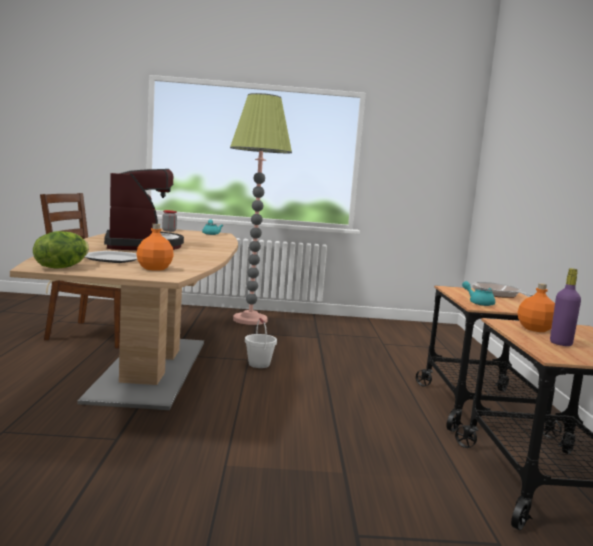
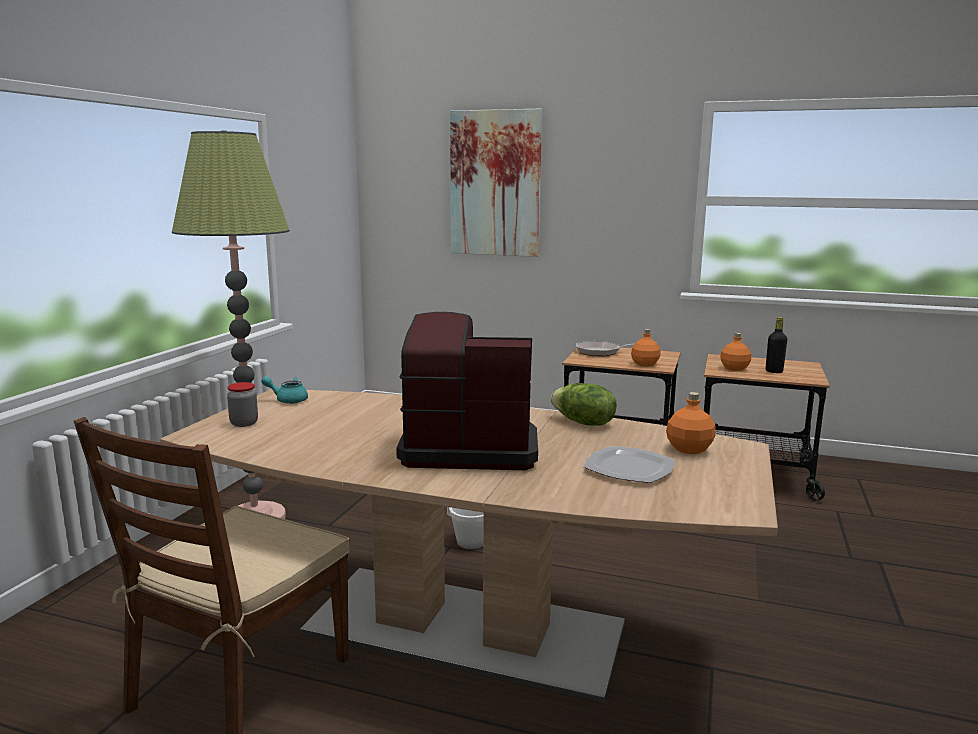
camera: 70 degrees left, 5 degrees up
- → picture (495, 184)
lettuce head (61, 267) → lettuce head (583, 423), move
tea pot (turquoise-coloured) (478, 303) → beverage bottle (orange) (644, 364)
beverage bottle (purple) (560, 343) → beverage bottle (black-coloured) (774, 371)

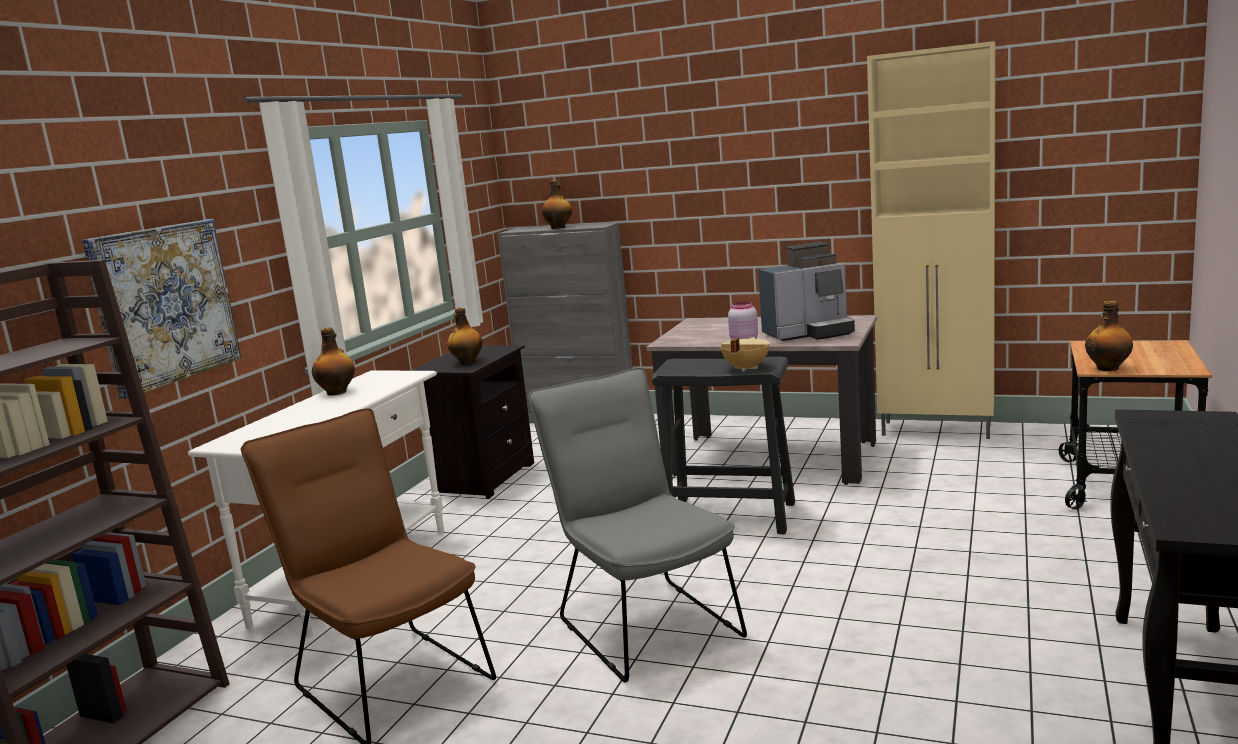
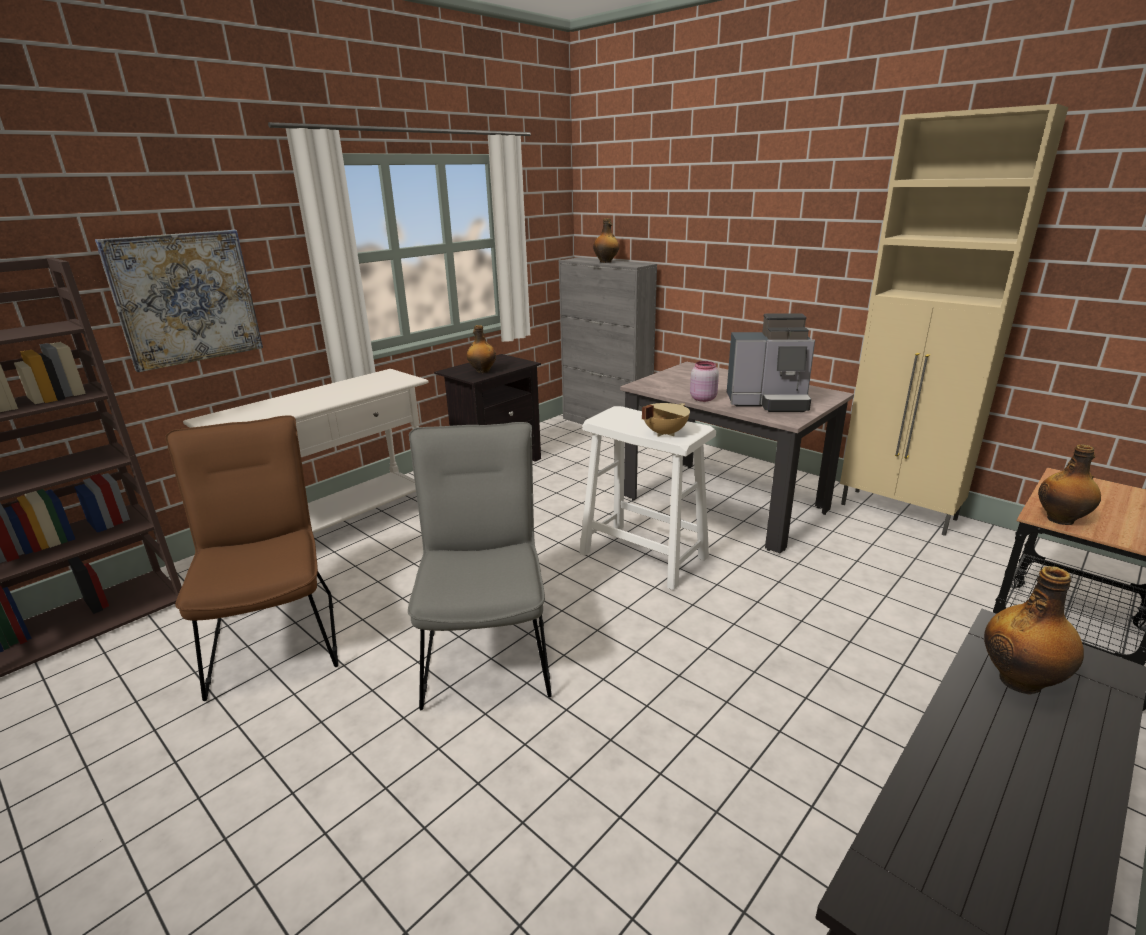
camera: 20 degrees right, 10 degrees up
beverage bottle (337, 392) → beverage bottle (1021, 680), move
stool seat (black-coloured) (729, 515) → stool seat (whitish) (643, 555)

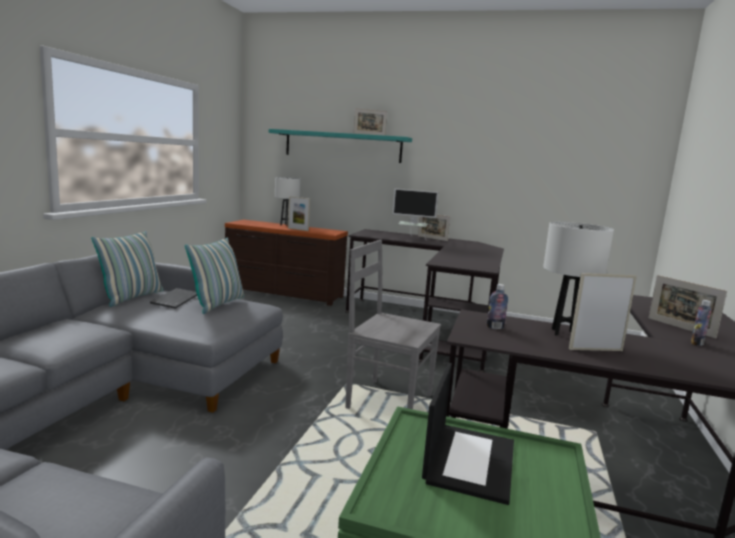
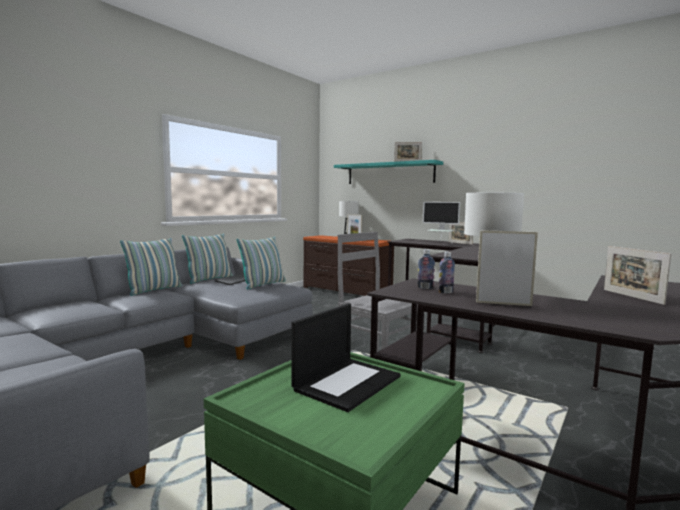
camera: 20 degrees right, 5 degrees down
- → throw pillow (154, 290)
beverage bottle (697, 343) → beverage bottle (445, 292), move

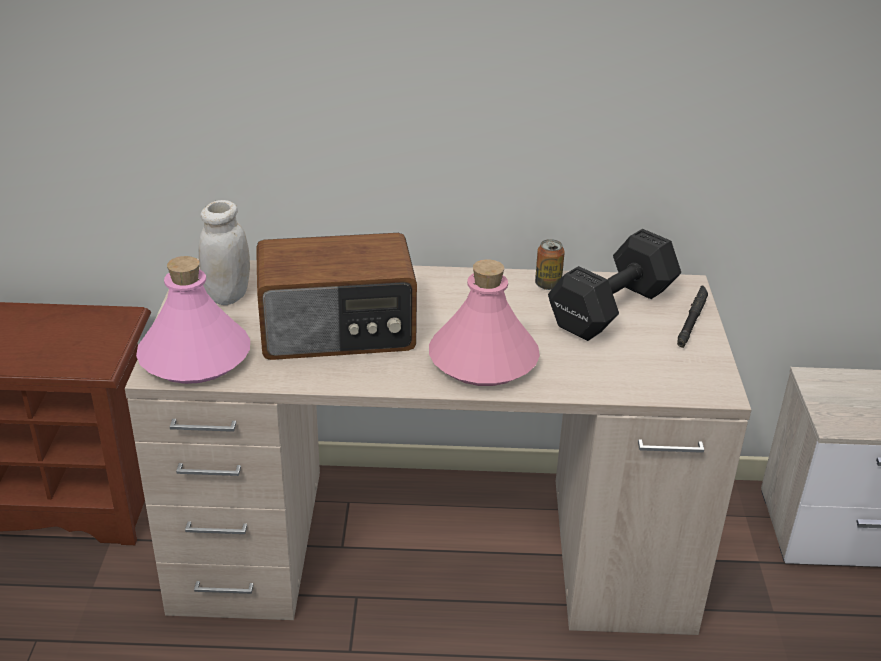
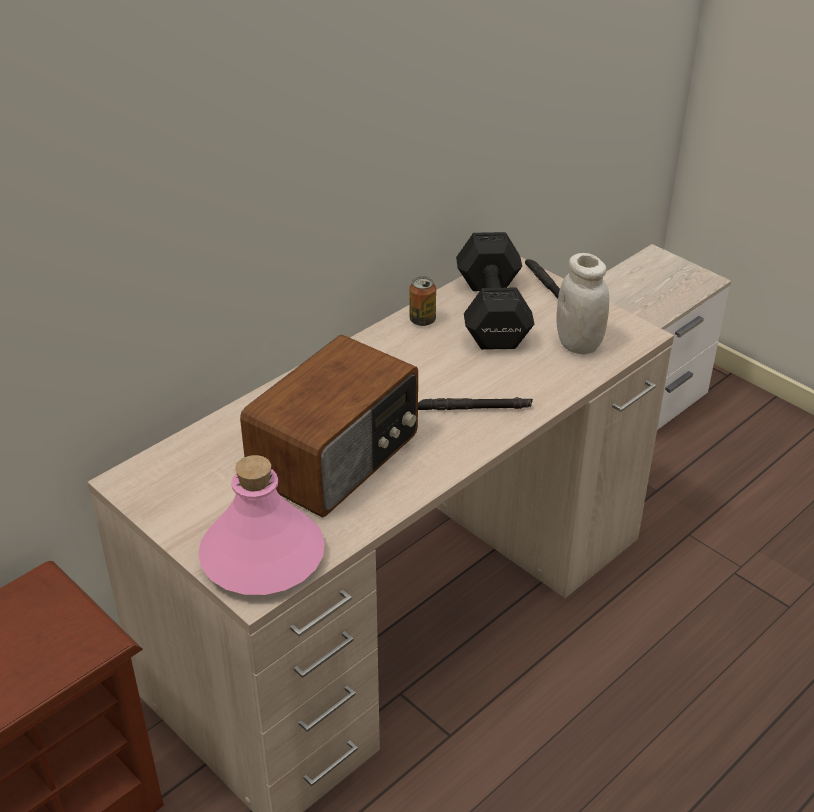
camera: 45 degrees left, 5 degrees up
storage jar (whitish) (228, 295) → storage jar (whitish) (578, 344), move
beverage bottle (pink) (483, 359) → torch (black-coloured) (473, 408)

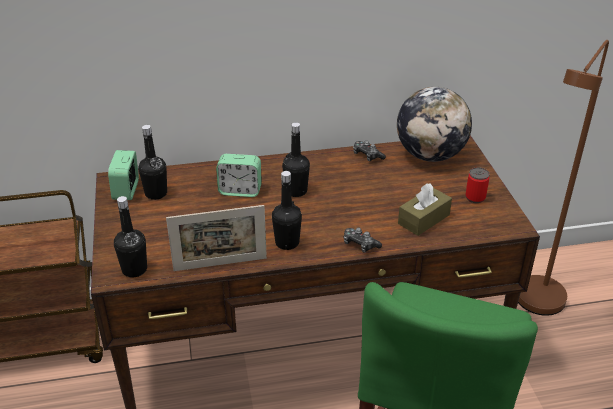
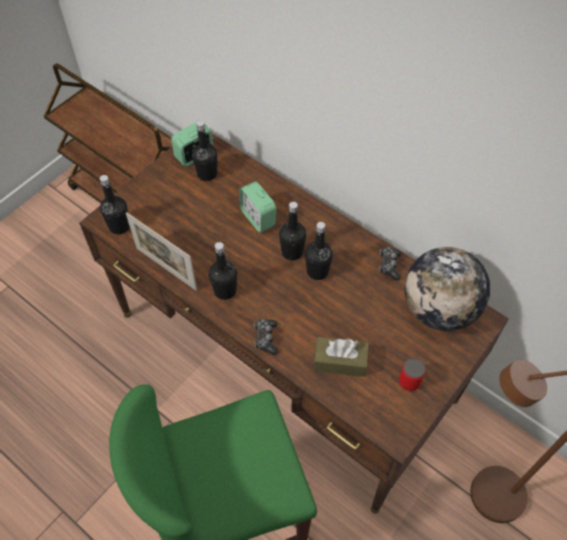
camera: 50 degrees right, 20 degrees up
- → beverage bottle (black-coloured) (317, 271)

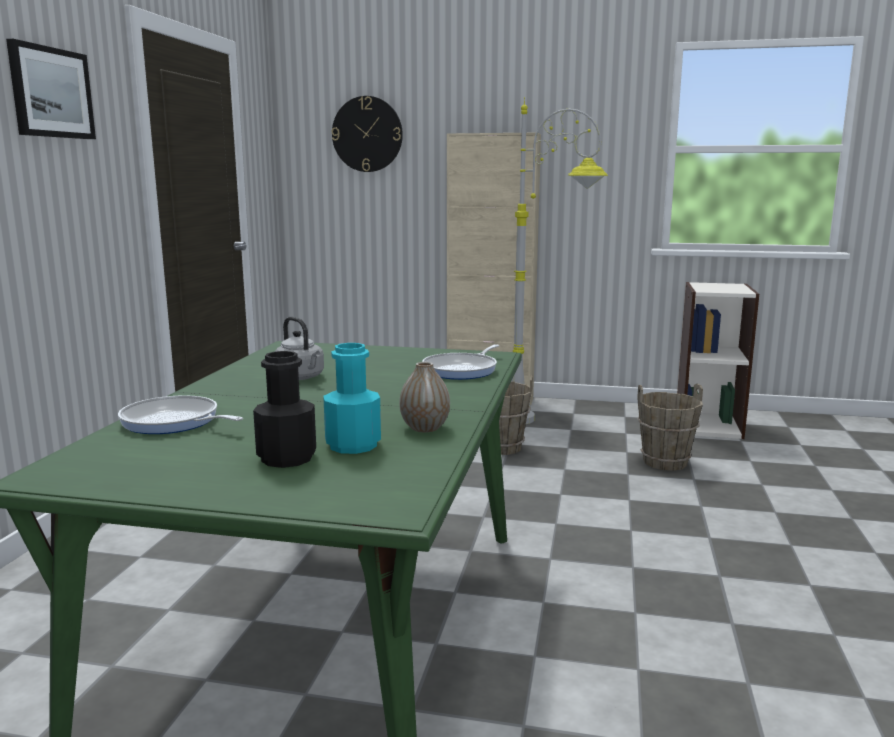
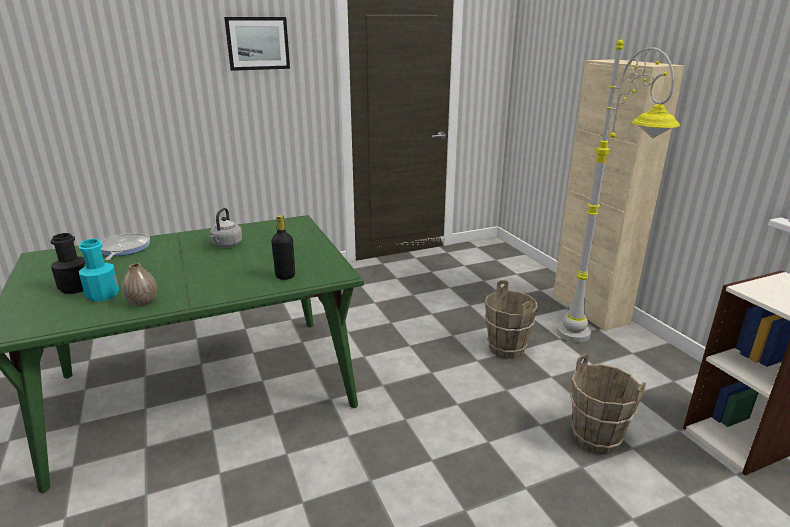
camera: 55 degrees right, 10 degrees up
wall clock (367, 134) → -
frying pan (462, 370) → beverage bottle (black-coloured) (285, 276)

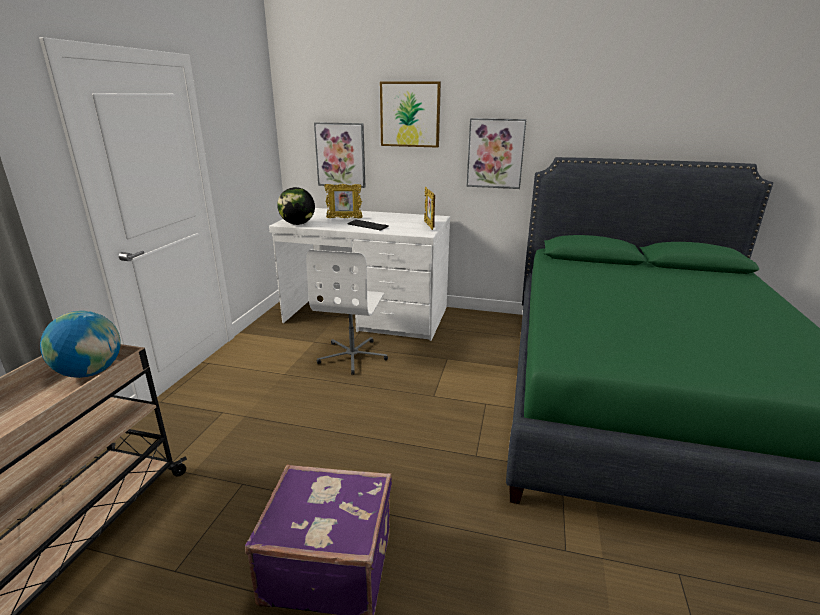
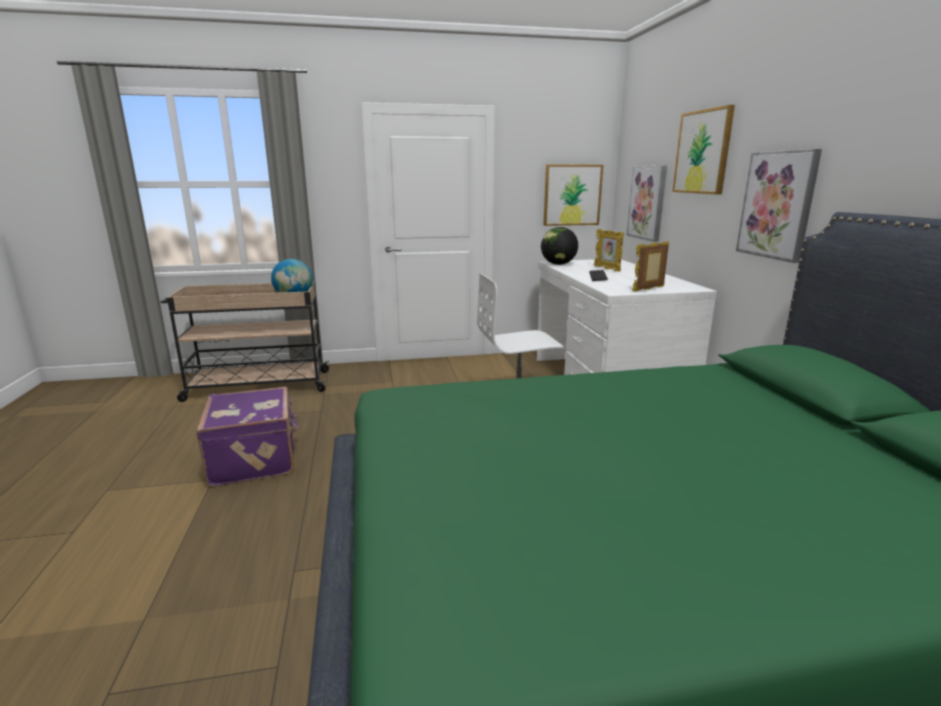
camera: 65 degrees right, 5 degrees down
- → picture (572, 195)

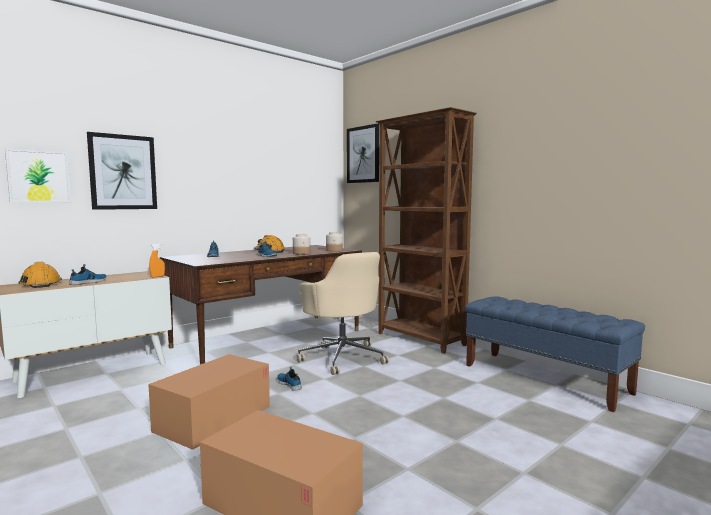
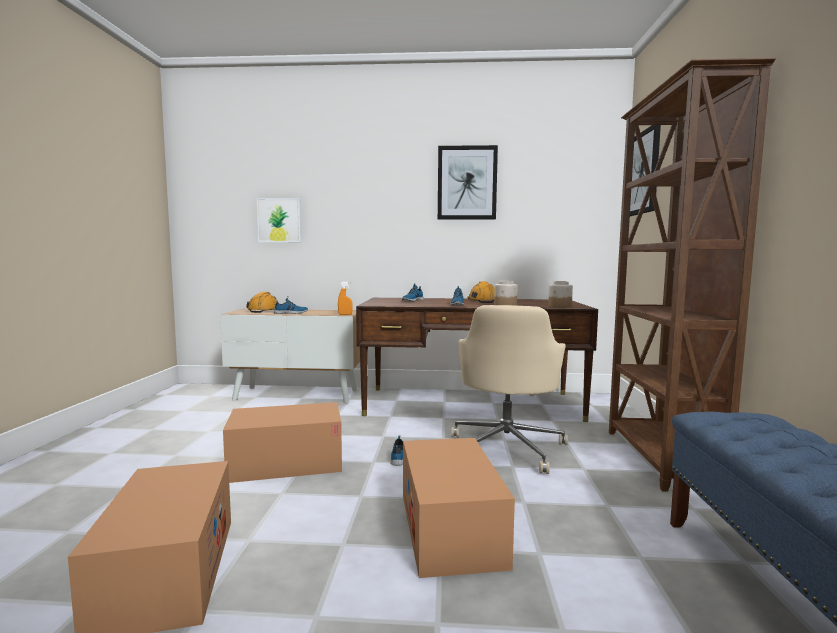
camera: 45 degrees right, 0 degrees up
- → cardboard box (450, 528)
picture (123, 172) → picture (467, 183), move

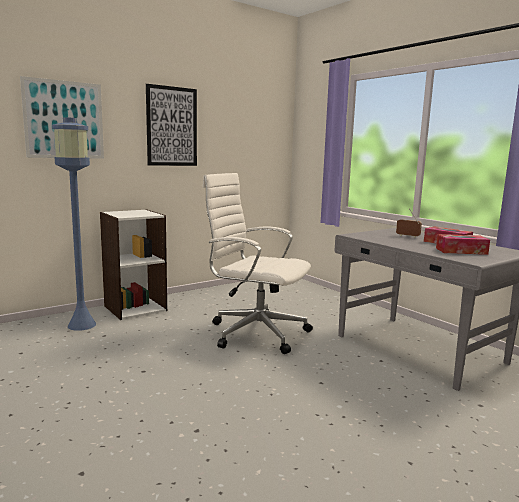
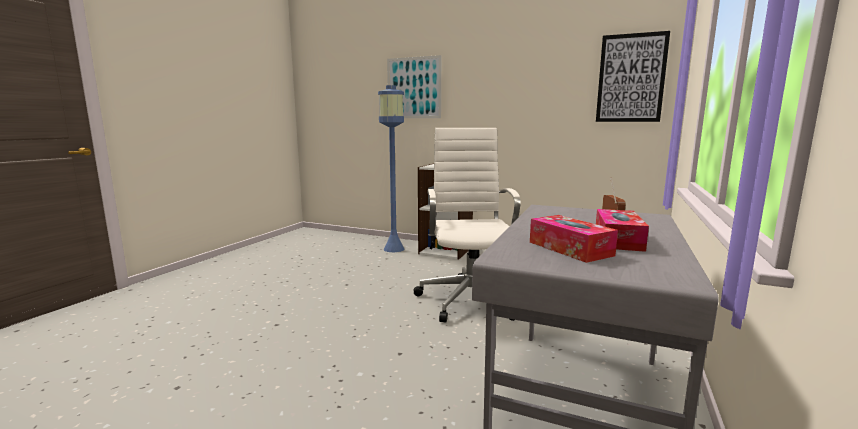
camera: 60 degrees right, 0 degrees up
picture (172, 126) → picture (631, 78), move

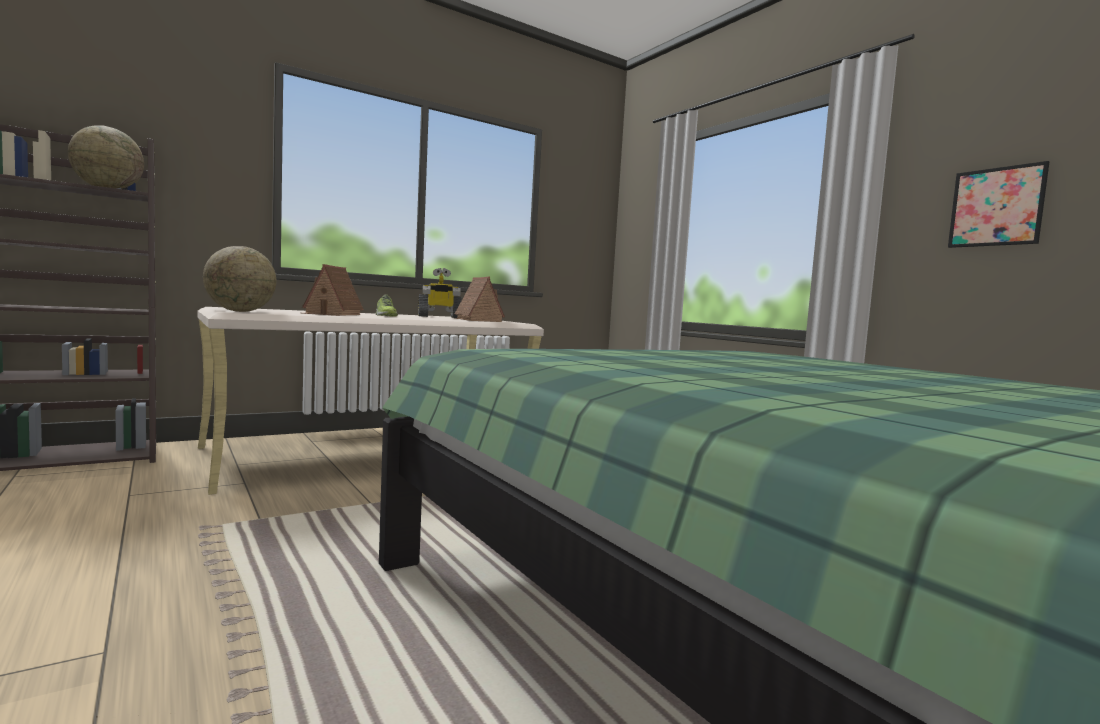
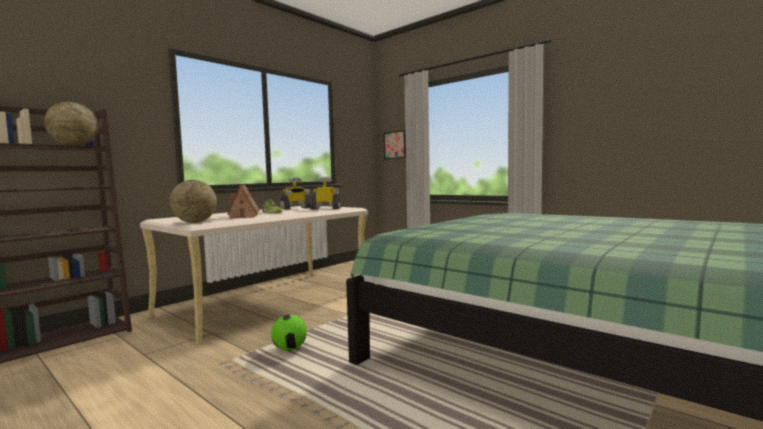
camera: 15 degrees left, 0 degrees up
- → football (289, 349)
picture (996, 207) → picture (394, 145), move
model house (477, 320) → robot figure (326, 208)

